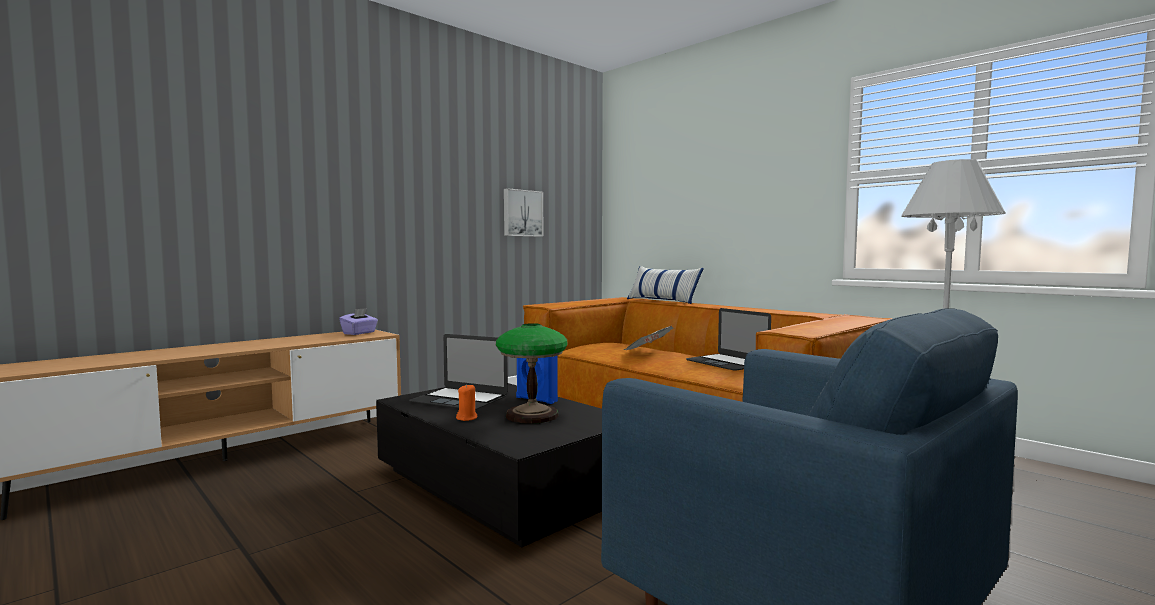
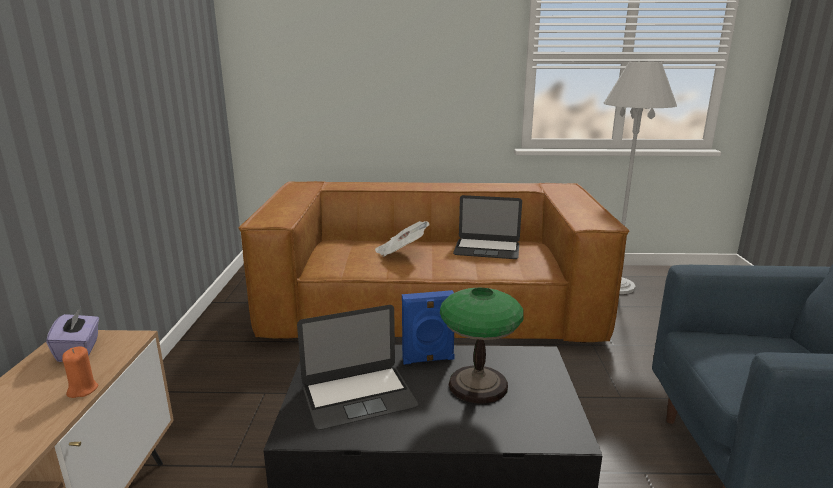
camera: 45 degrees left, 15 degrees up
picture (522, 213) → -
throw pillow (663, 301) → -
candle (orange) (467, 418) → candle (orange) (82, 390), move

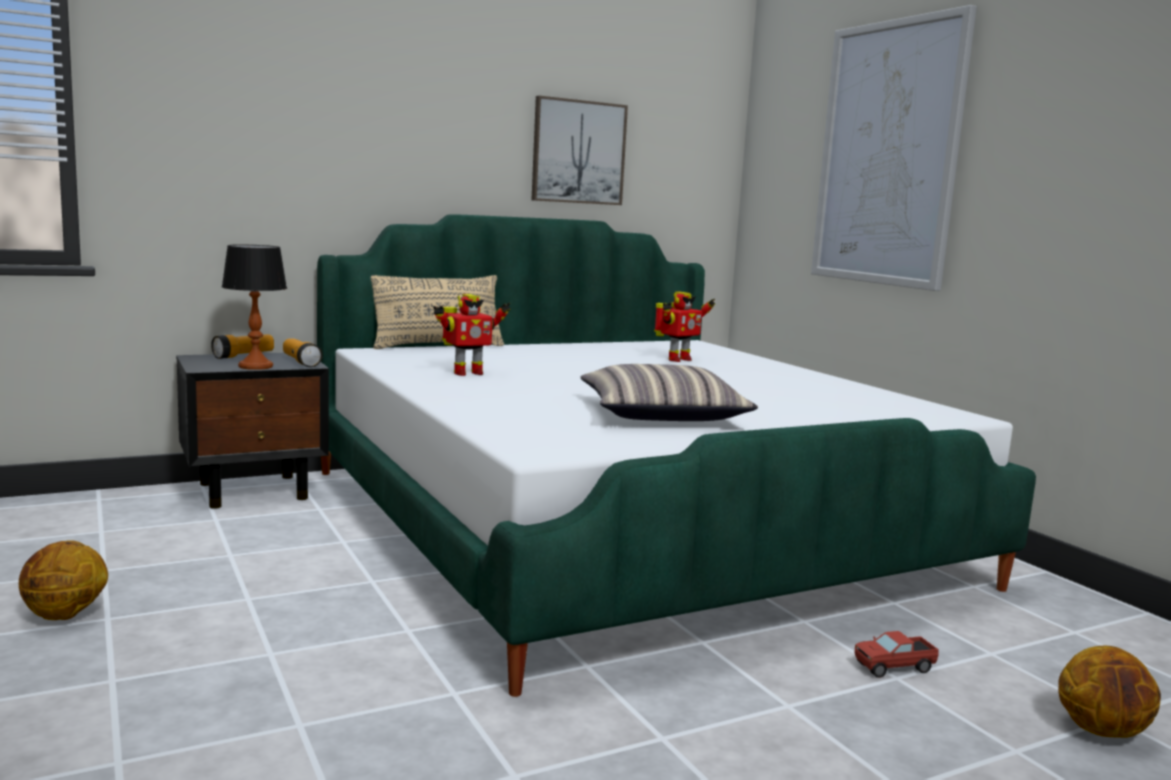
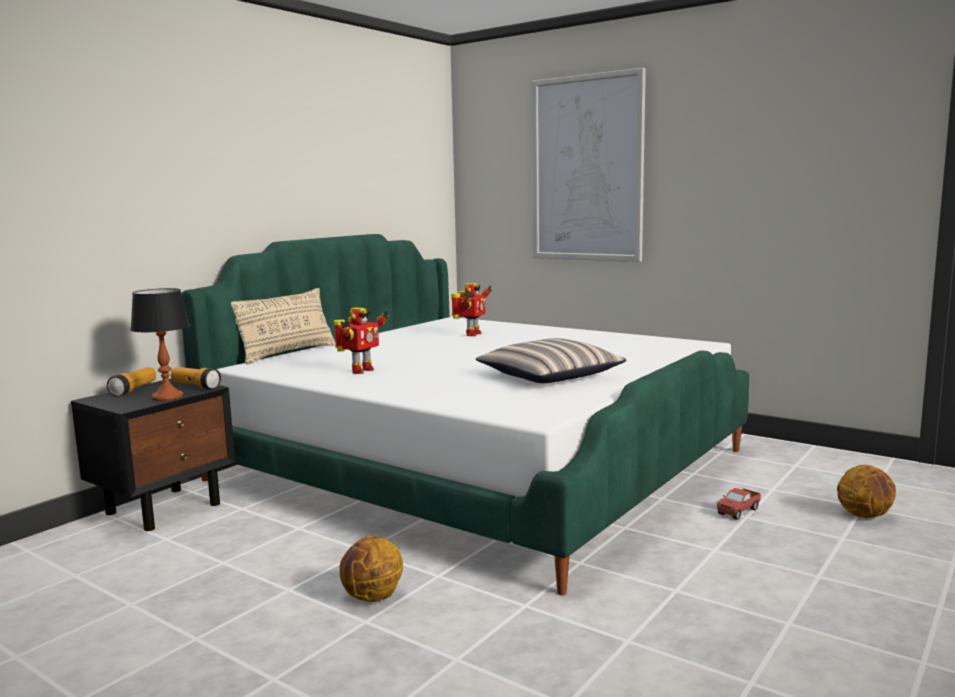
camera: 25 degrees left, 0 degrees up
picture (578, 152) → -
basketball (64, 616) → basketball (373, 597), move

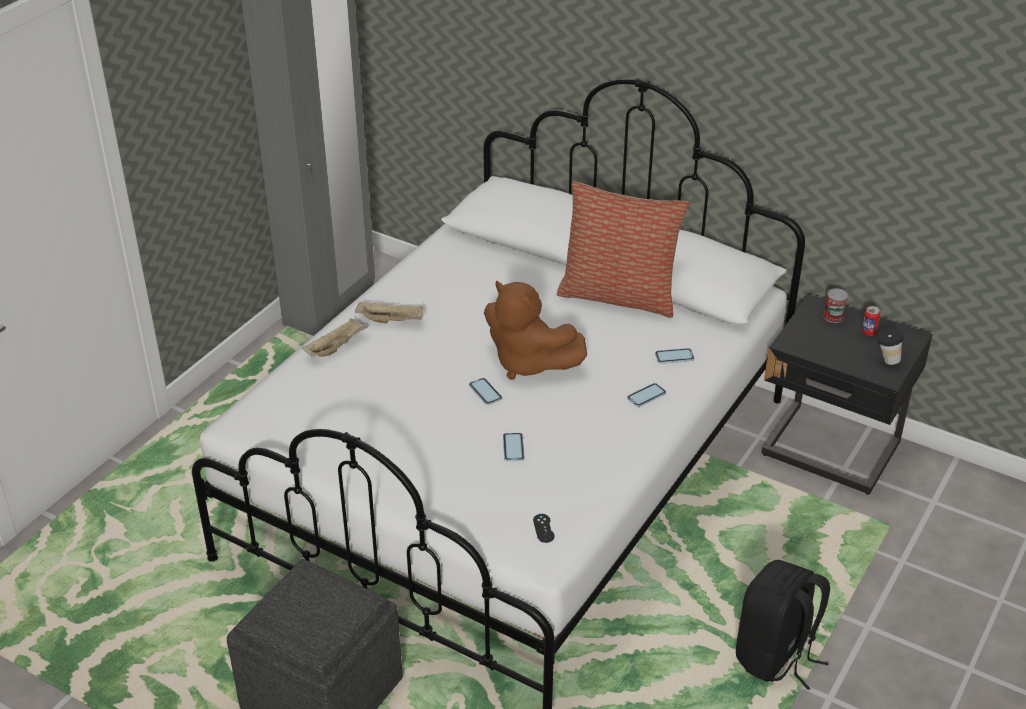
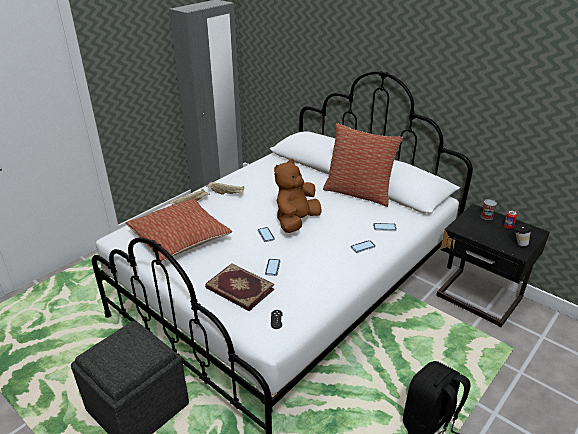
camera: 10 degrees right, 5 degrees down
- → throw pillow (180, 239)
- → book (239, 289)
cuddly toy (brown-coloured) (528, 363) → cuddly toy (brown-coloured) (296, 222), 75 degrees clockwise

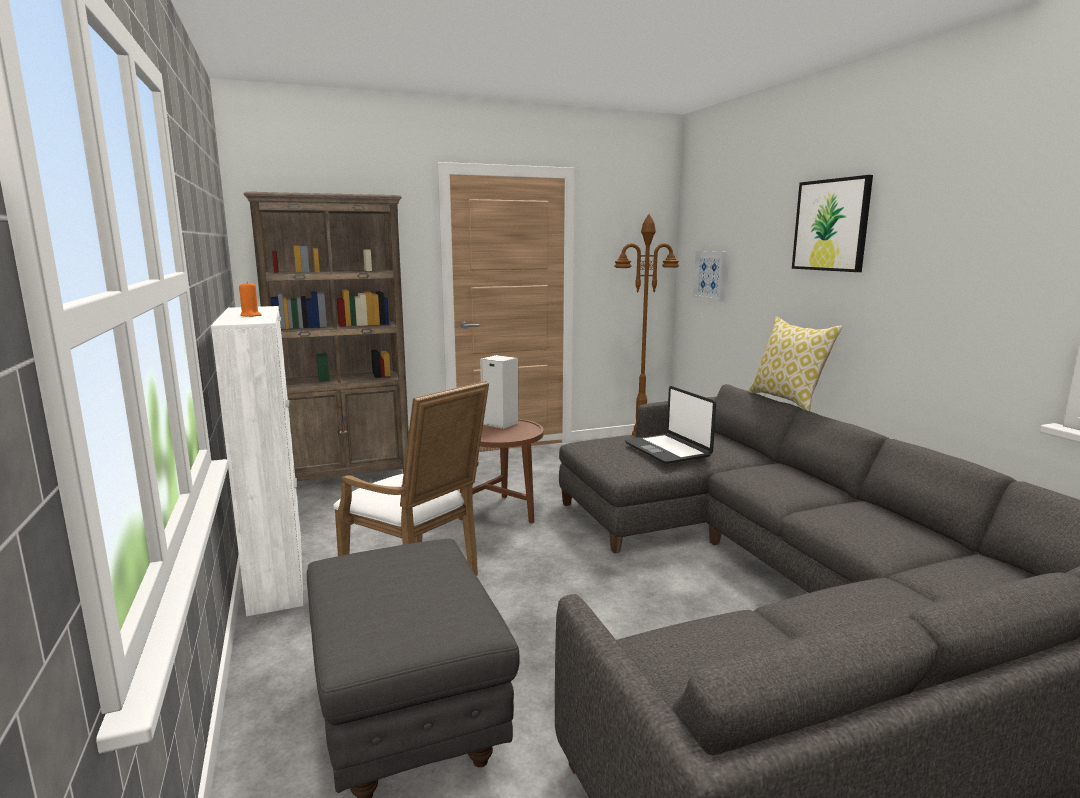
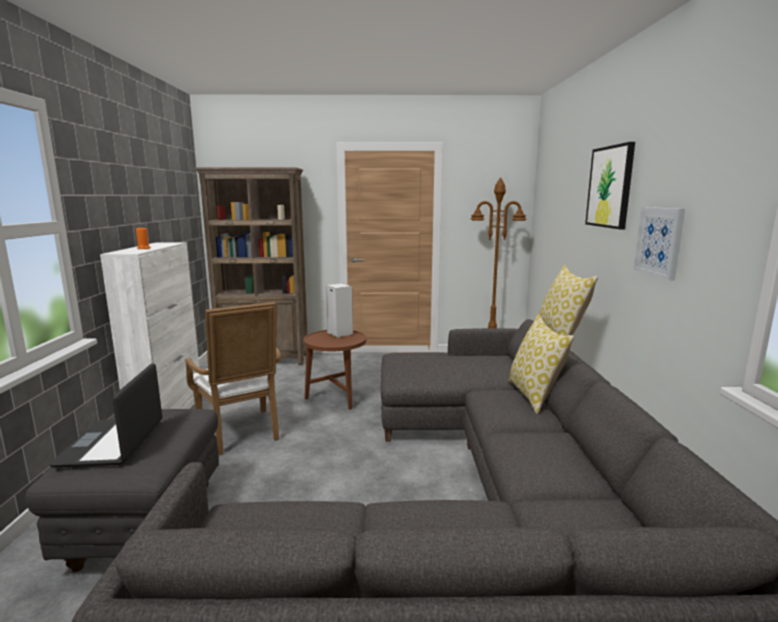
camera: 20 degrees right, 0 degrees up
- → throw pillow (534, 396)
portable computer (668, 450) → portable computer (113, 443), move
picture (710, 275) → picture (659, 242), move

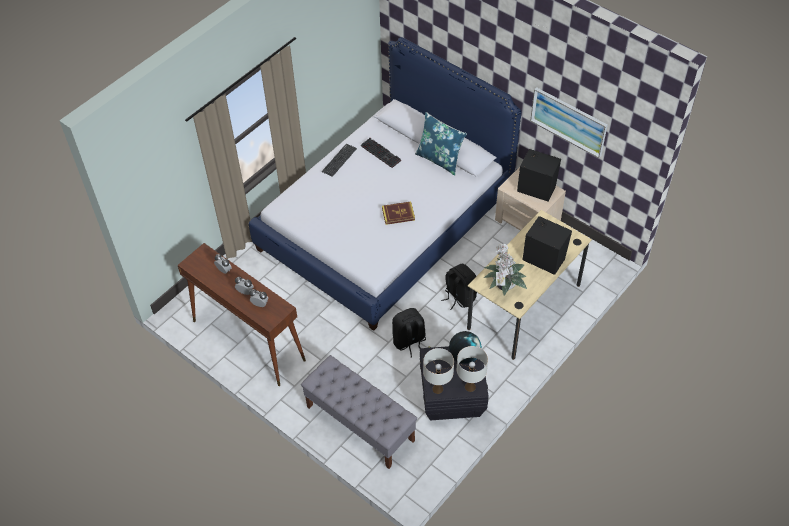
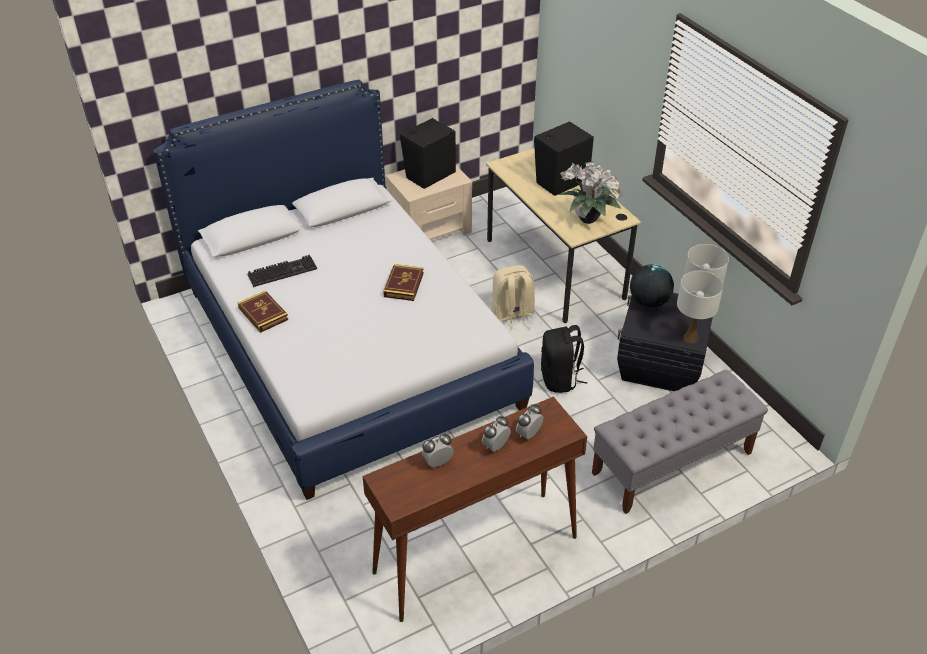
camera: 70 degrees left, 10 degrees down
throw pillow (blue) (439, 159) → -
picture (568, 121) → -
keyboard (339, 160) → book (263, 314)
knapsack (black-coloured) (459, 297) → knapsack (beige-coloured) (512, 315)

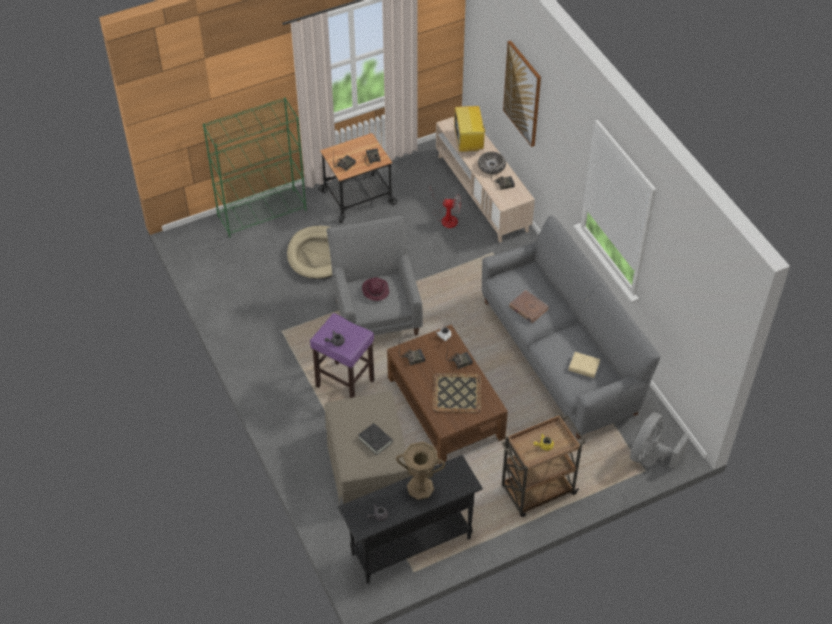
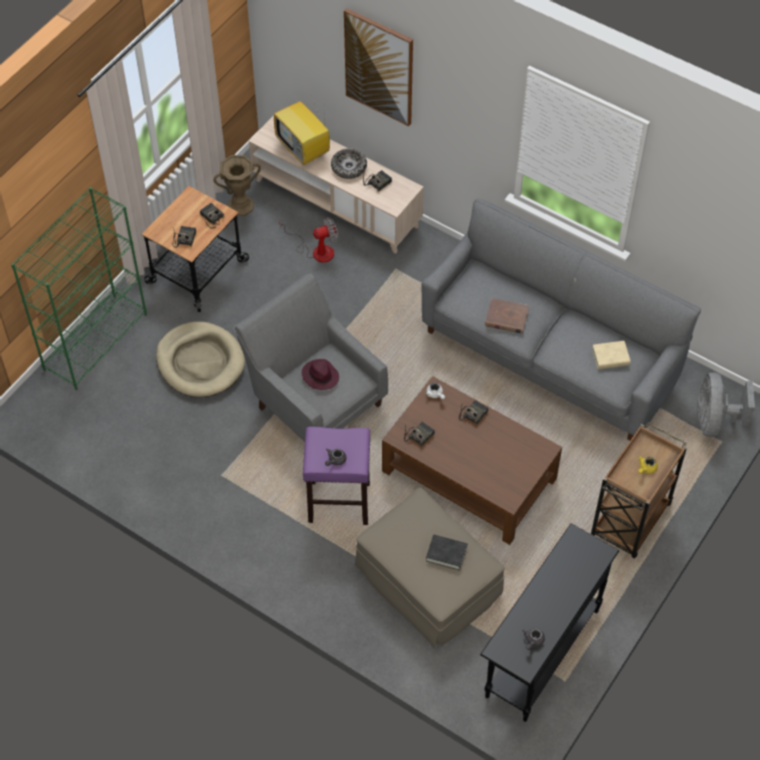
camera: 30 degrees left, 5 degrees up
carrying tray (457, 393) → -
flower vase (brown-coloured) (420, 487) → flower vase (brown-coloured) (240, 205), move

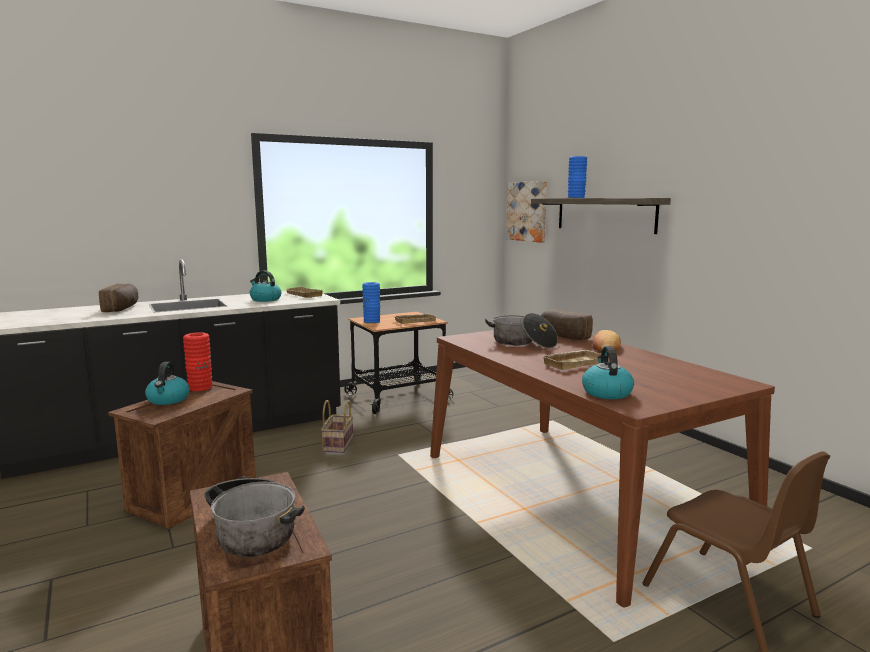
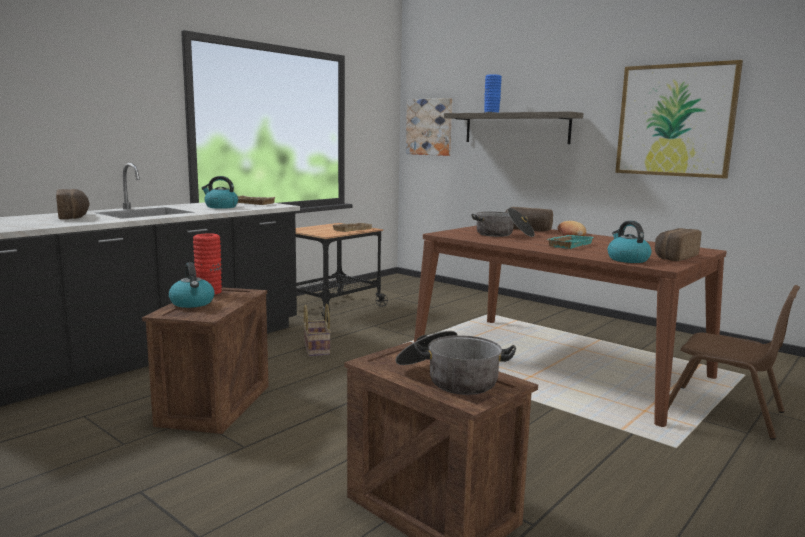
camera: 20 degrees left, 0 degrees up
flower vase (blue) (371, 321) → -
- → picture (675, 120)
- → bread (674, 257)
carrying tray (beige-coloured) (573, 363) → carrying tray (turquoise-coloured) (568, 244)

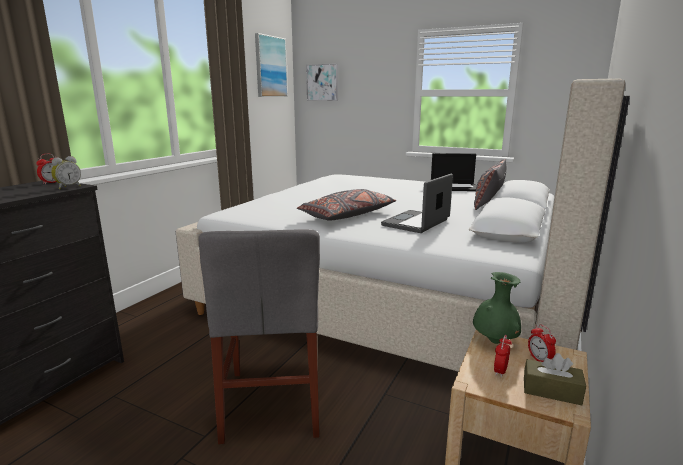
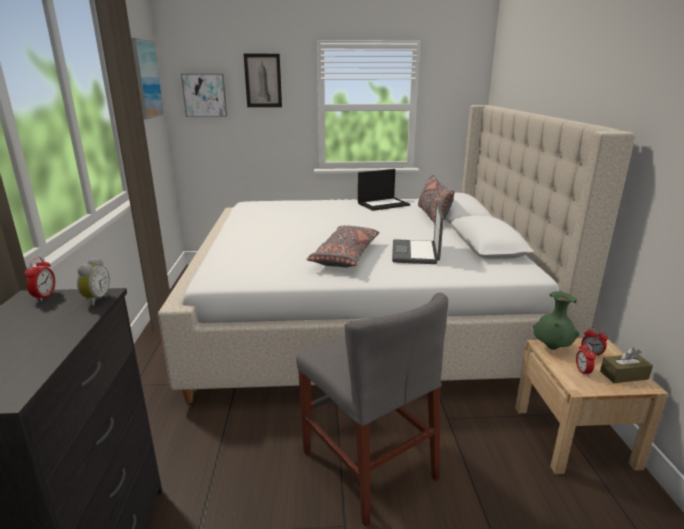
camera: 30 degrees left, 5 degrees up
- → picture (263, 80)

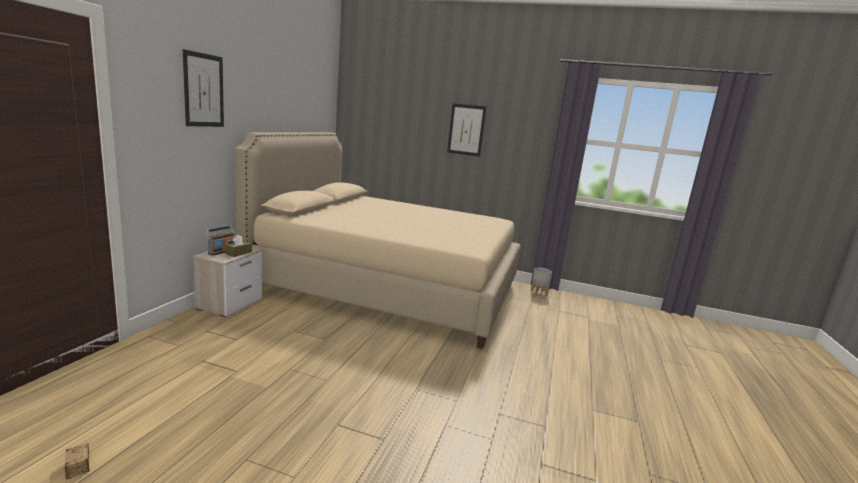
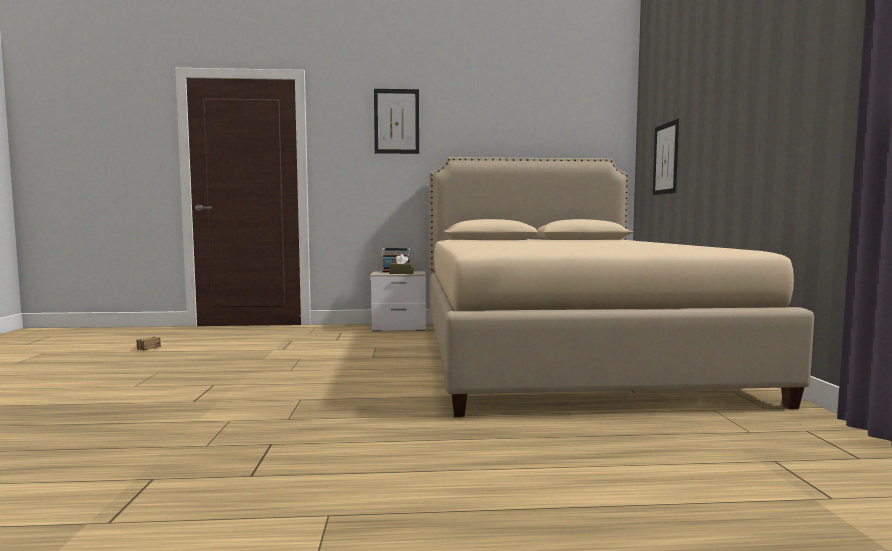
camera: 70 degrees right, 10 degrees down
plant pot (gray) (539, 293) → -
picture (466, 130) → picture (665, 158), move

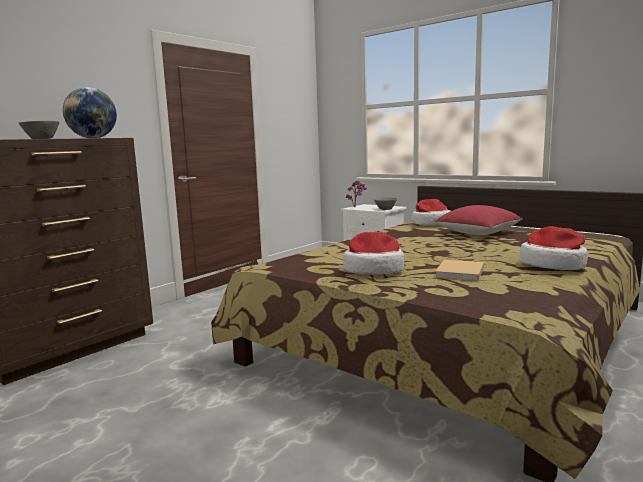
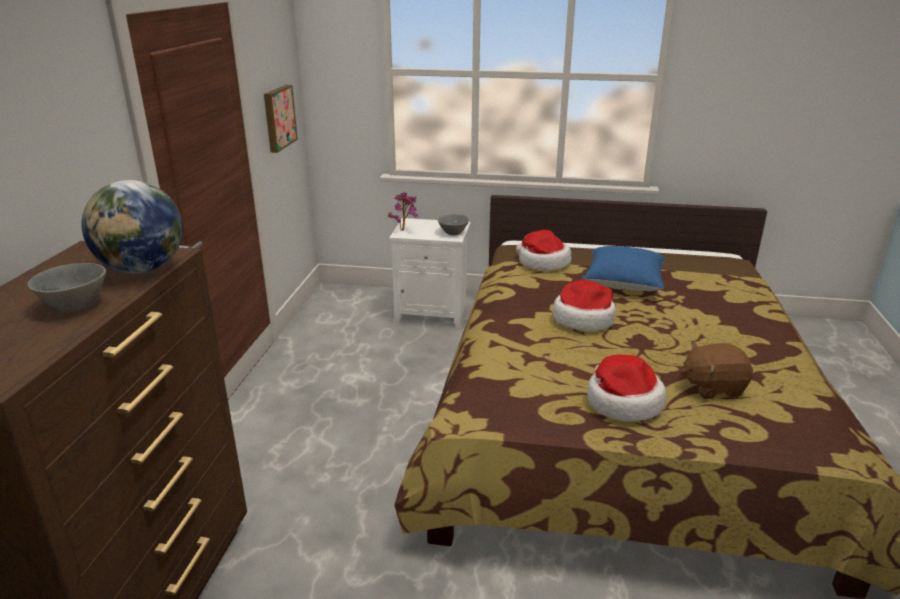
camera: 30 degrees left, 15 degrees up
- → picture (278, 118)
clothing hat (553, 265) → clothing hat (583, 319), move
book (beige-coloured) (459, 272) → cuddly toy (brown-coloured) (712, 387)
throw pillow (red-coloured) (477, 233) → throw pillow (blue) (623, 283)

